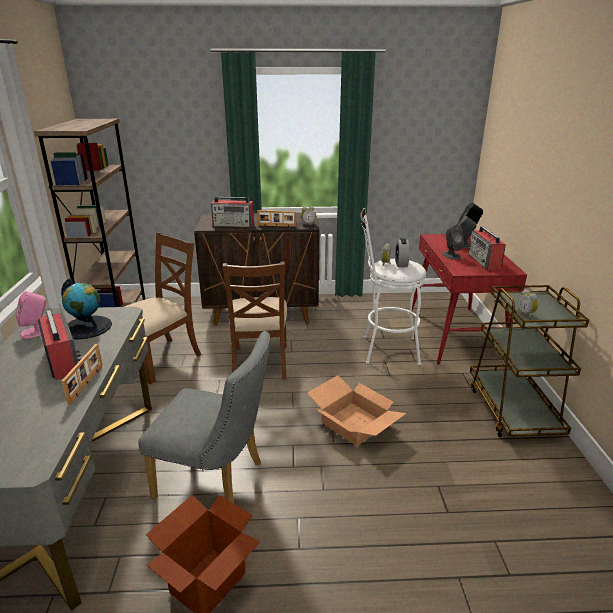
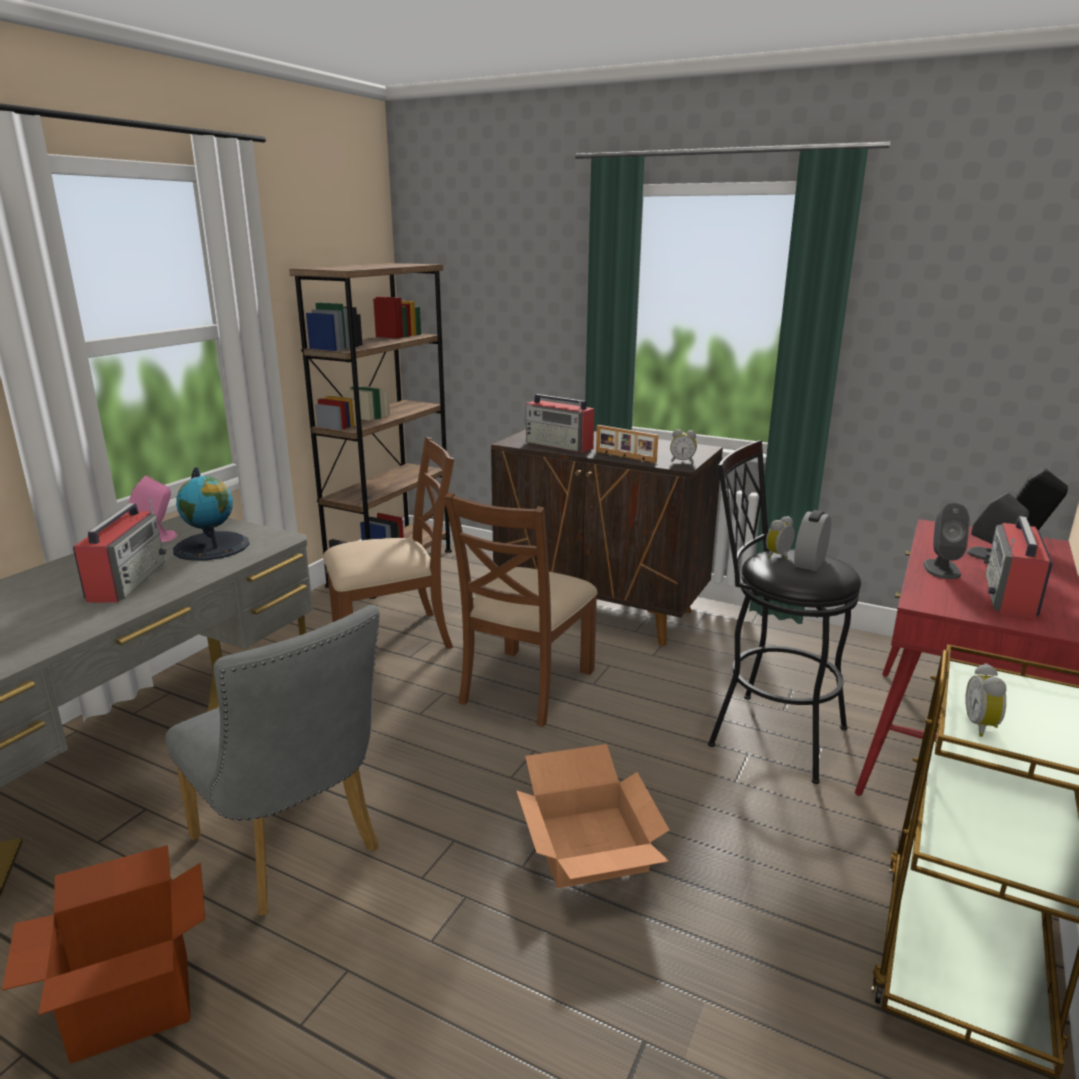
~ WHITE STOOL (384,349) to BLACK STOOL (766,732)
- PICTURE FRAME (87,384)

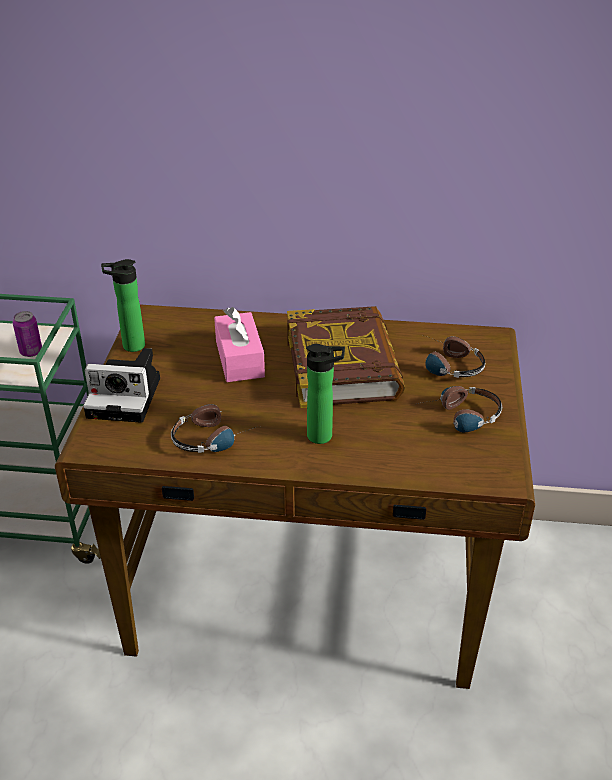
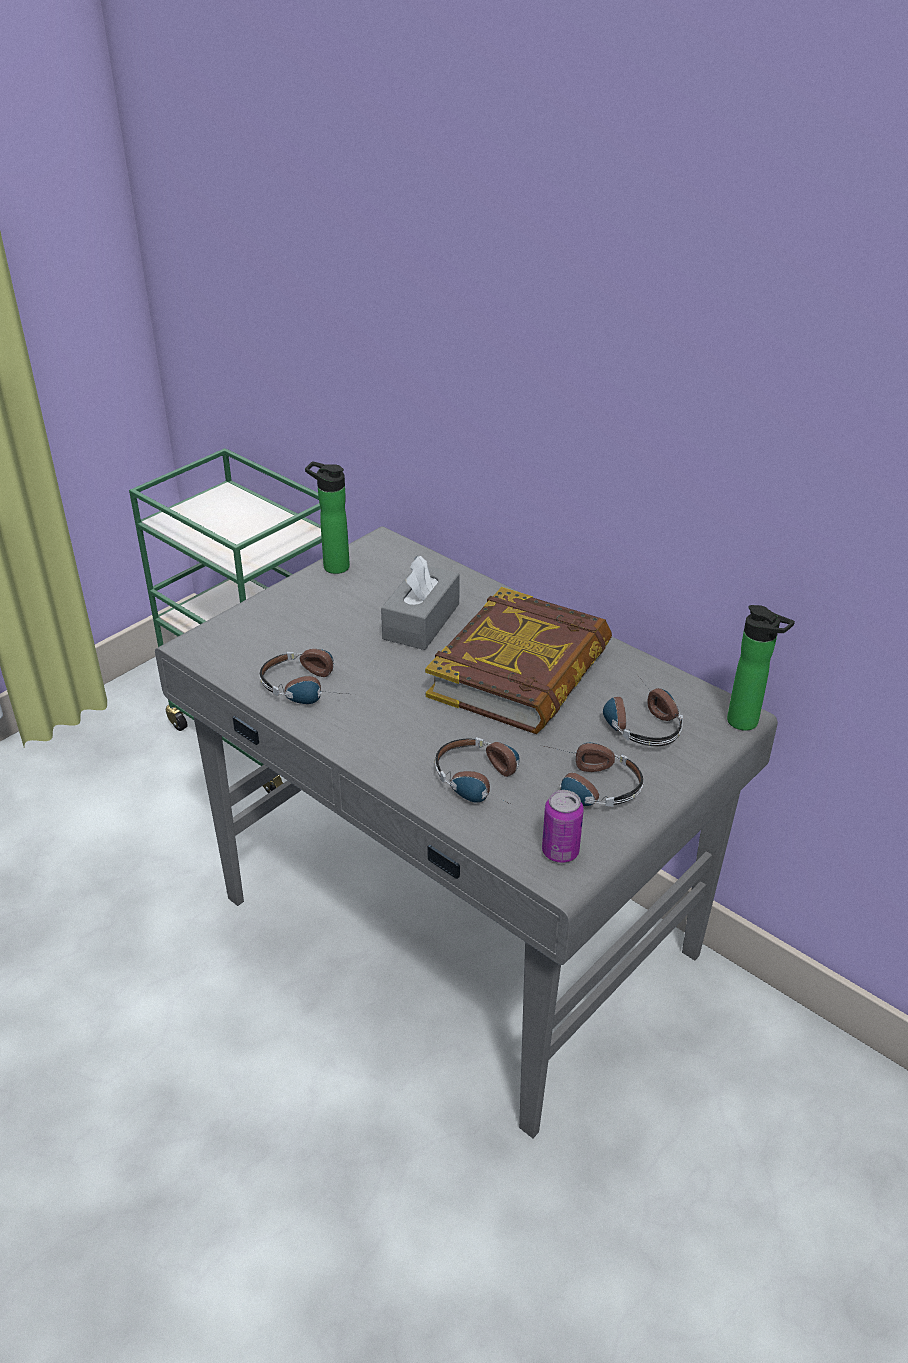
~ BROWN DESK (308,587) to GREY DESK (457,930)
~ PINK TISSUE BOX (239,359) to GREY TISSUE BOX (421,621)
+ HEADPHONES (486,783)
~ CAN (31,352) to (560,852)
~ BOTTLE (323,436) to (747,723)
- PHOTO CAMERA (127,397)

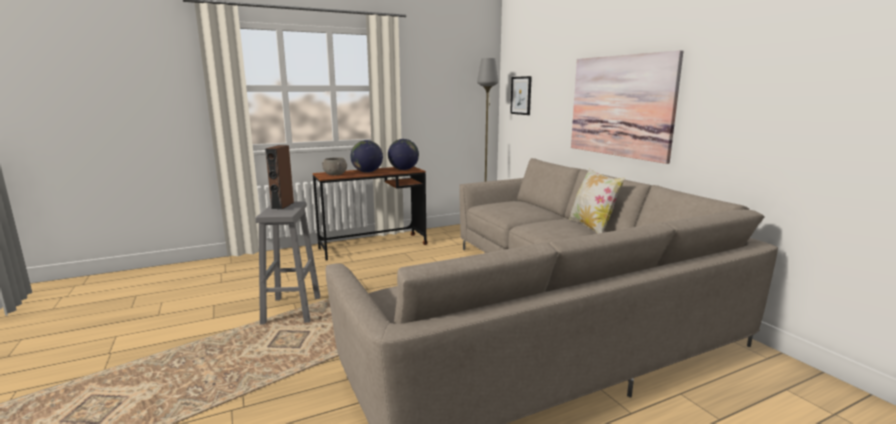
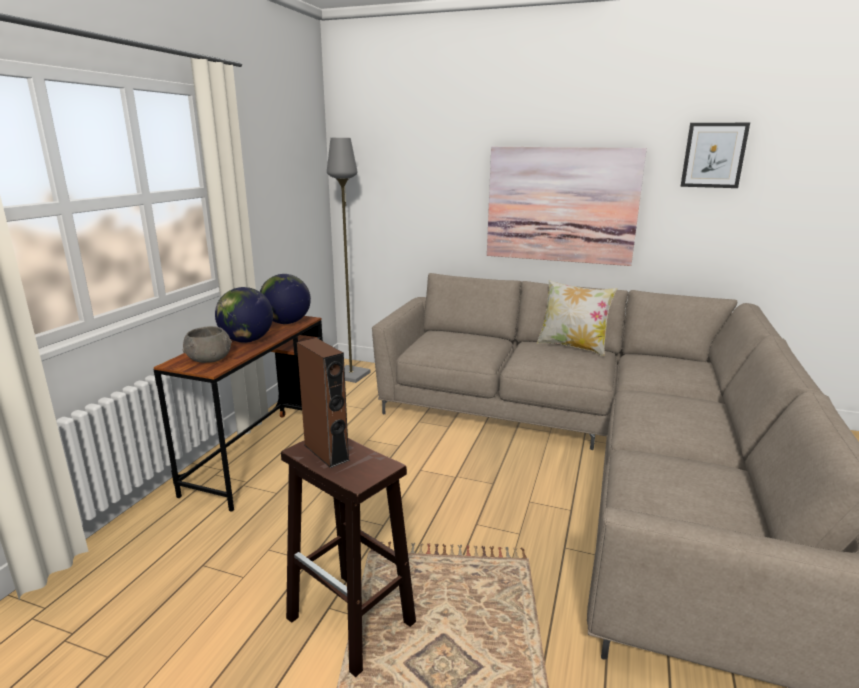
~ GREY STOOL (292,310) to BROWN STOOL (352,621)
~ PICTURE (521,95) to (713,155)

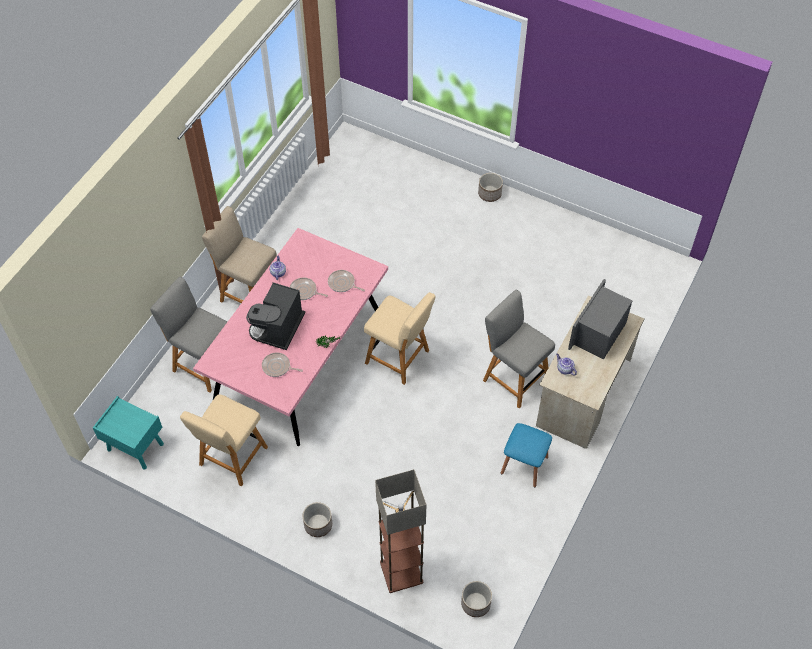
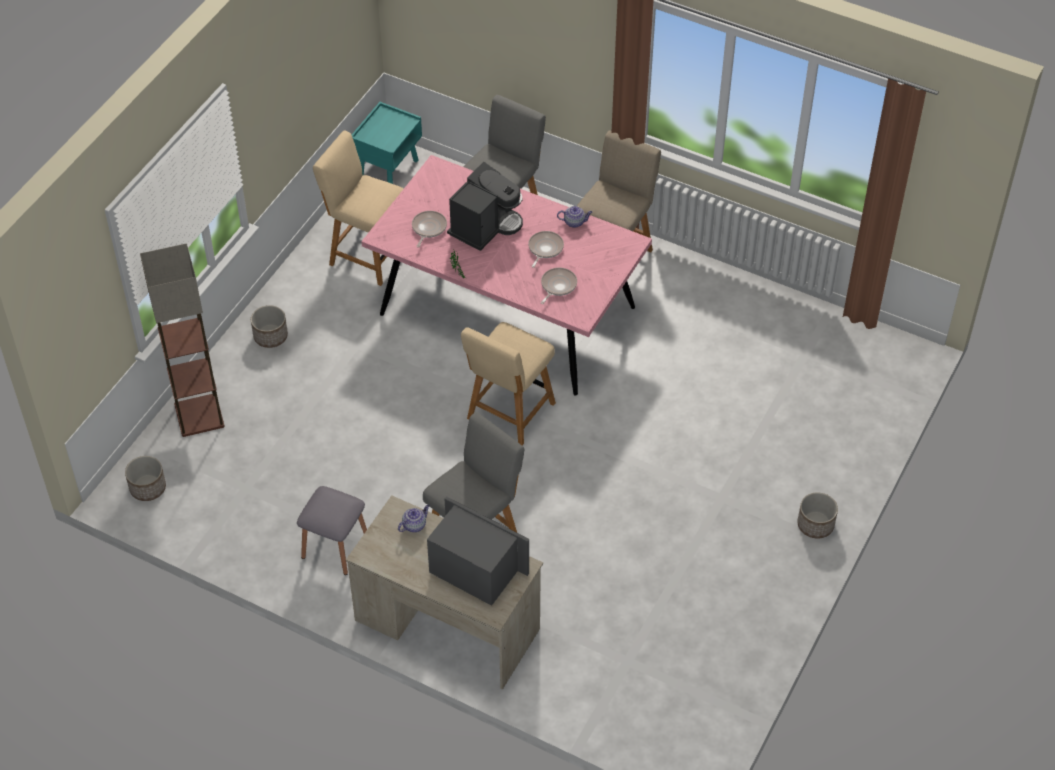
~ BLUE STOOL (524,465) to GREY STOOL (335,547)
~ COFFEE MACHINE (278,329) = (485,226) 105 degrees clockwise

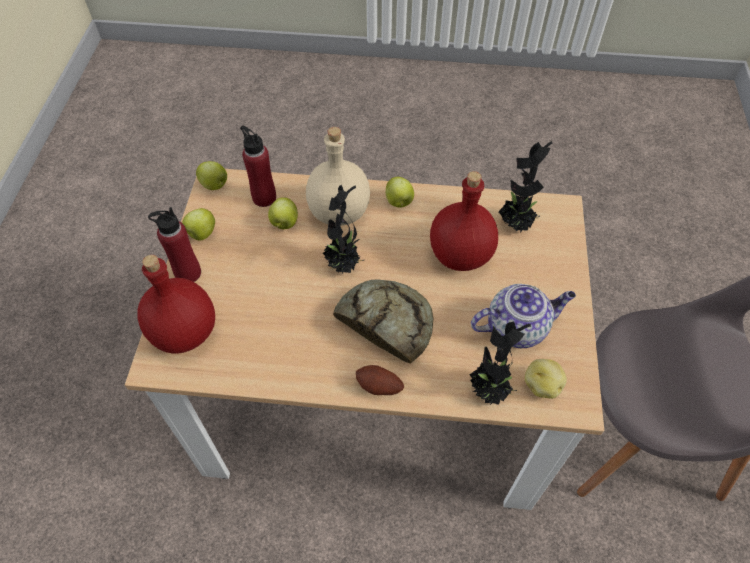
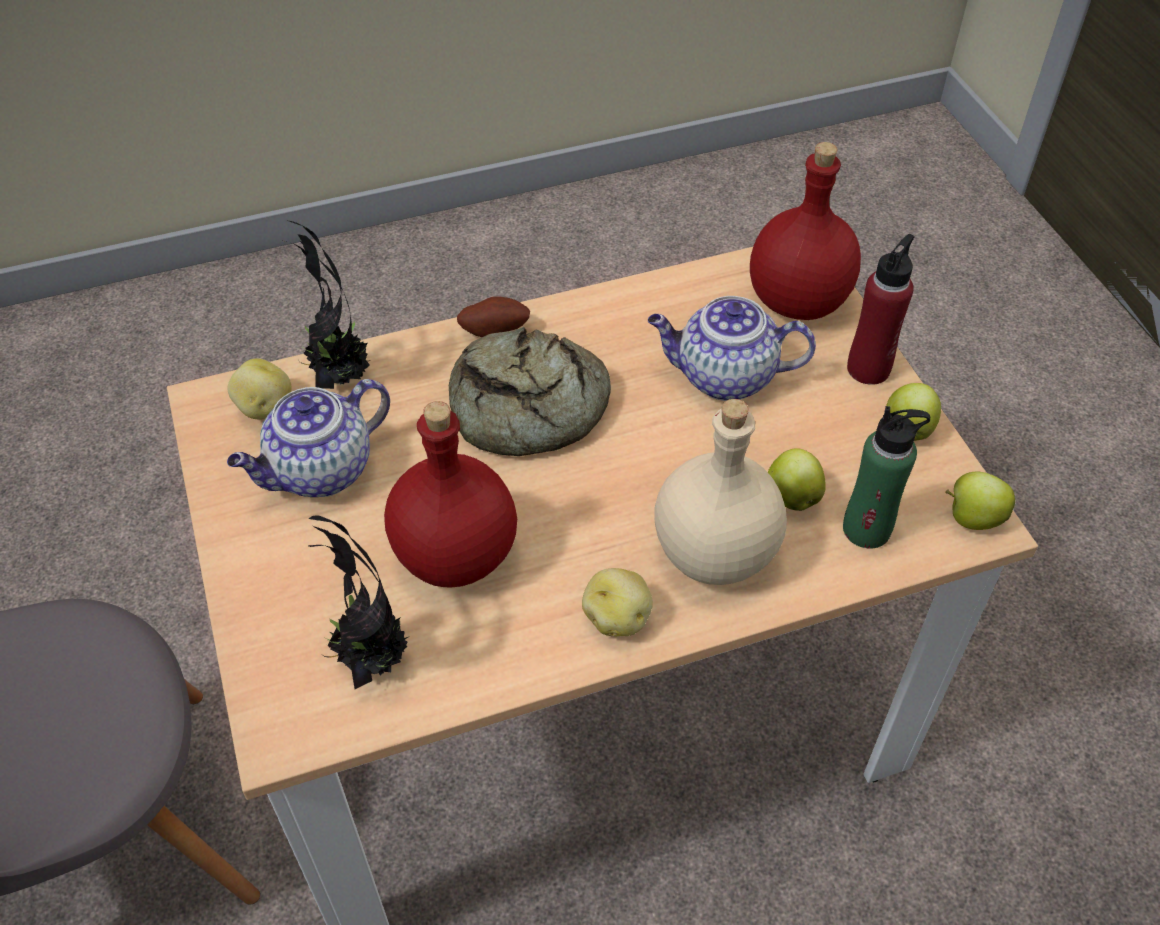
~ APPLE (399,202) to POTATO (617,617)
+ TEAPOT (723,377)
~ RED BOTTLE (264,197) to GREEN BOTTLE (867,529)
- POTTED PLANT (344,265)

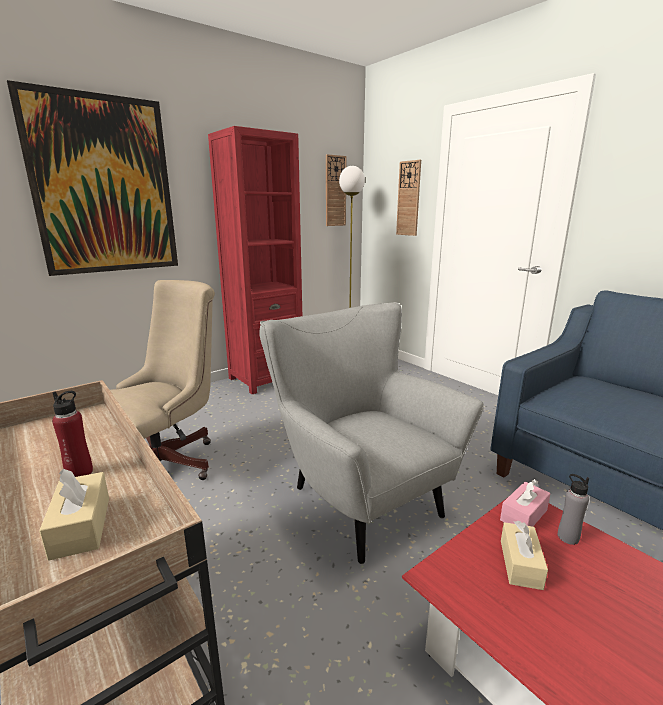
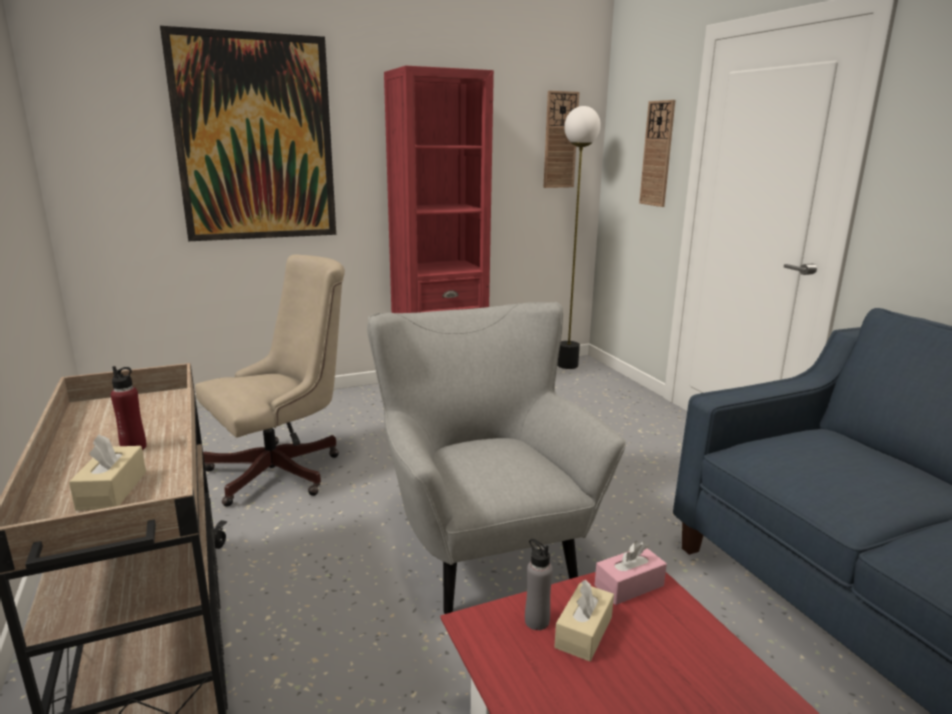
~ GREY BOTTLE (568,537) to (537,621)

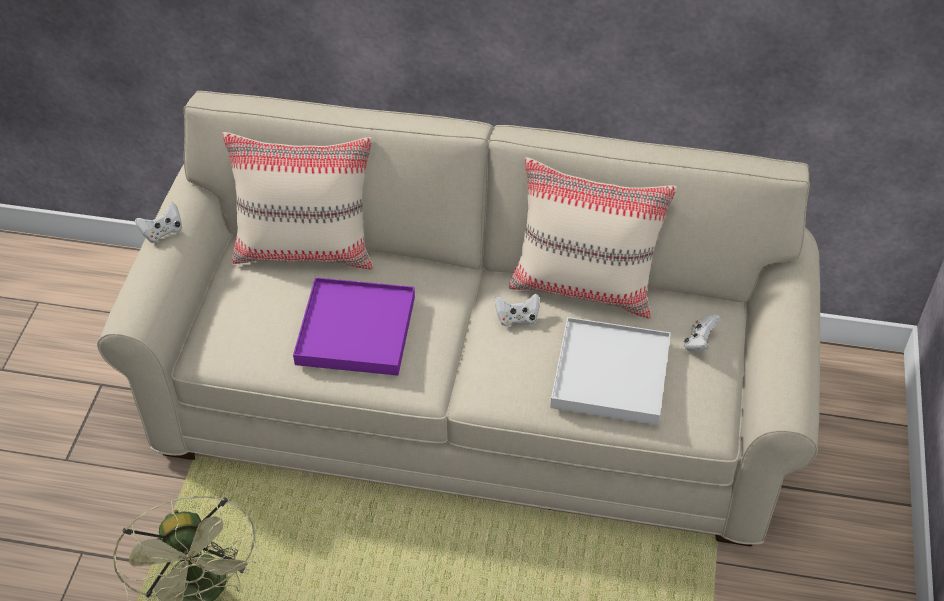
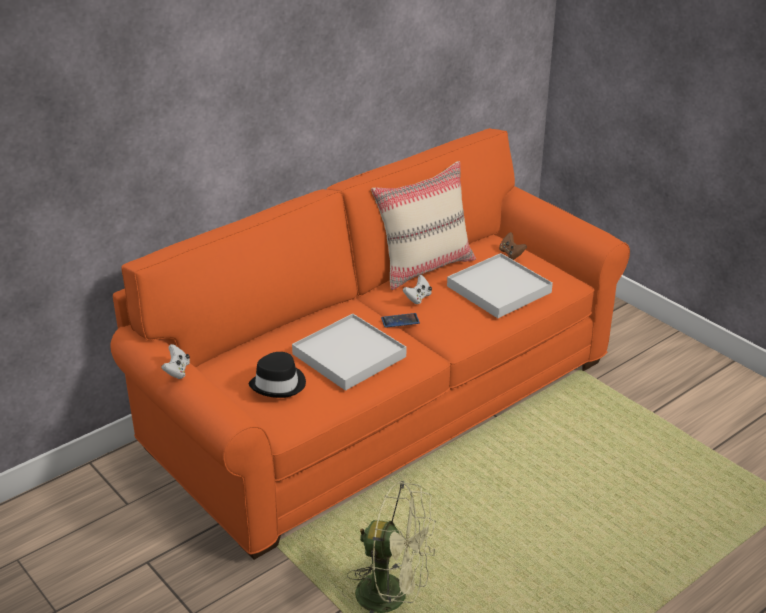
~ BEIGE SOFA (474,398) to ORANGE SOFA (383,402)
+ BLACK HAT (279,384)
~ PURPLE TRAY (355,330) to WHITE TRAY (349,355)
+ PHONE (400,321)
~ WHITE GAME CONTROLLER (699,342) to BROWN GAME CONTROLLER (511,254)
- BEIGE PILLOW (306,249)

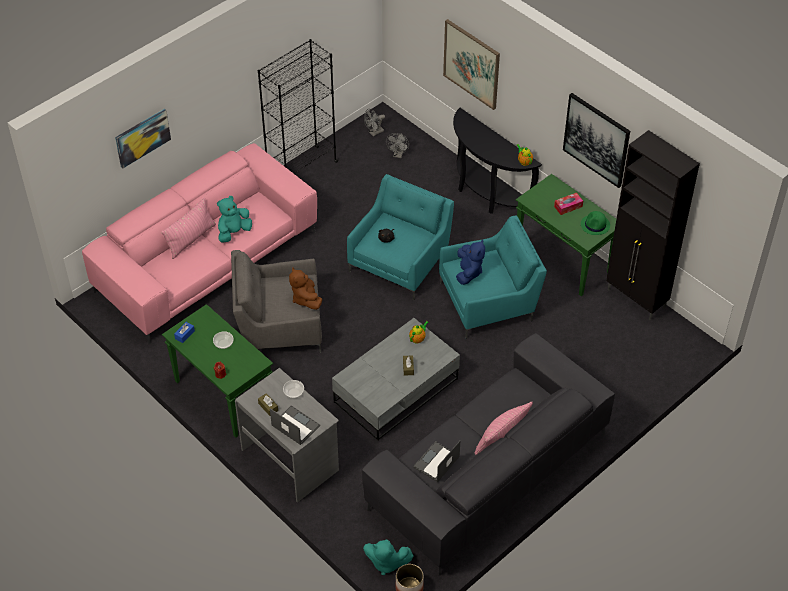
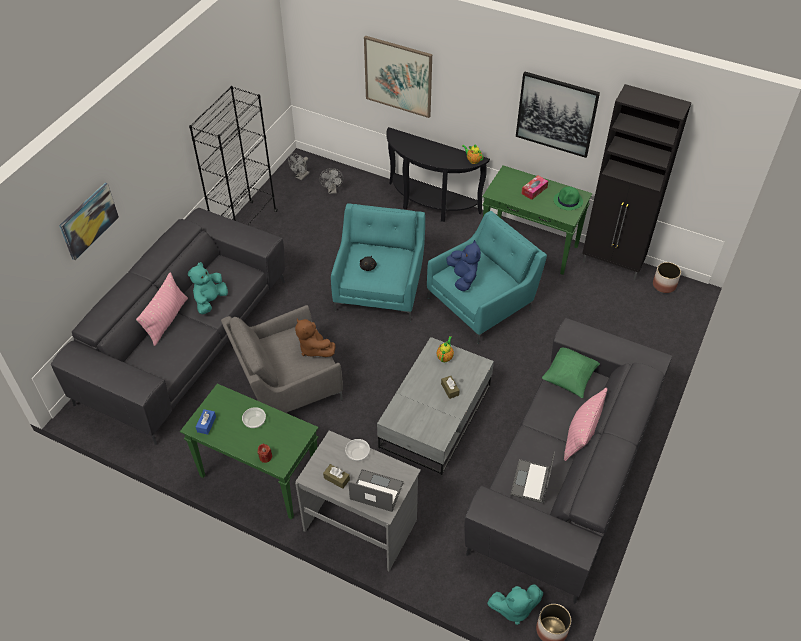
~ PINK SOFA (206,262) to GREY SOFA (185,340)
+ GREEN PILLOW (569,379)
+ PLANTER (664,285)

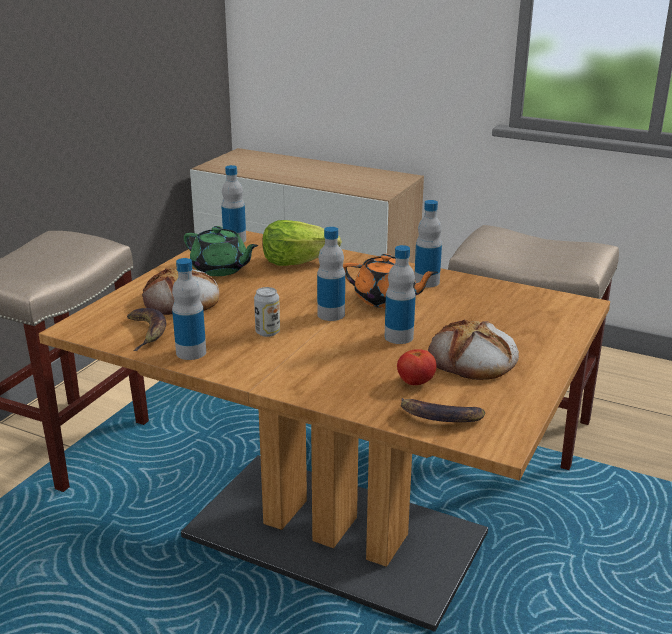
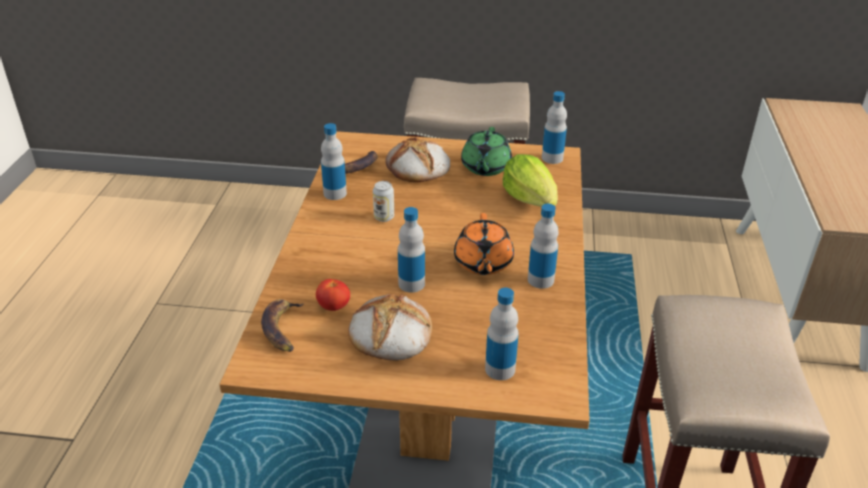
~ BOTTLE (331,314) to (500,369)

